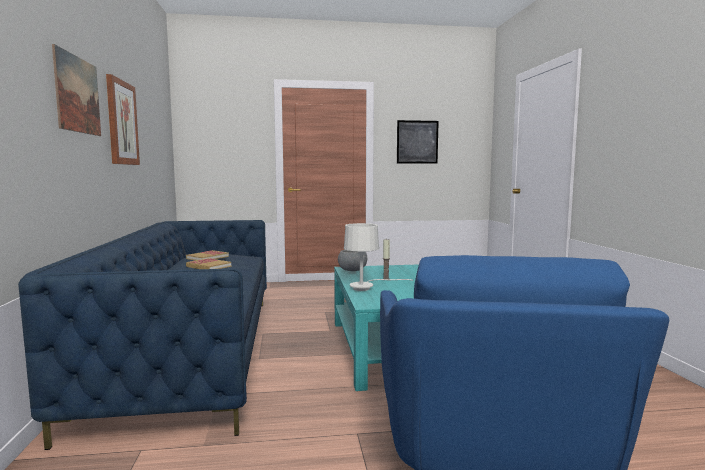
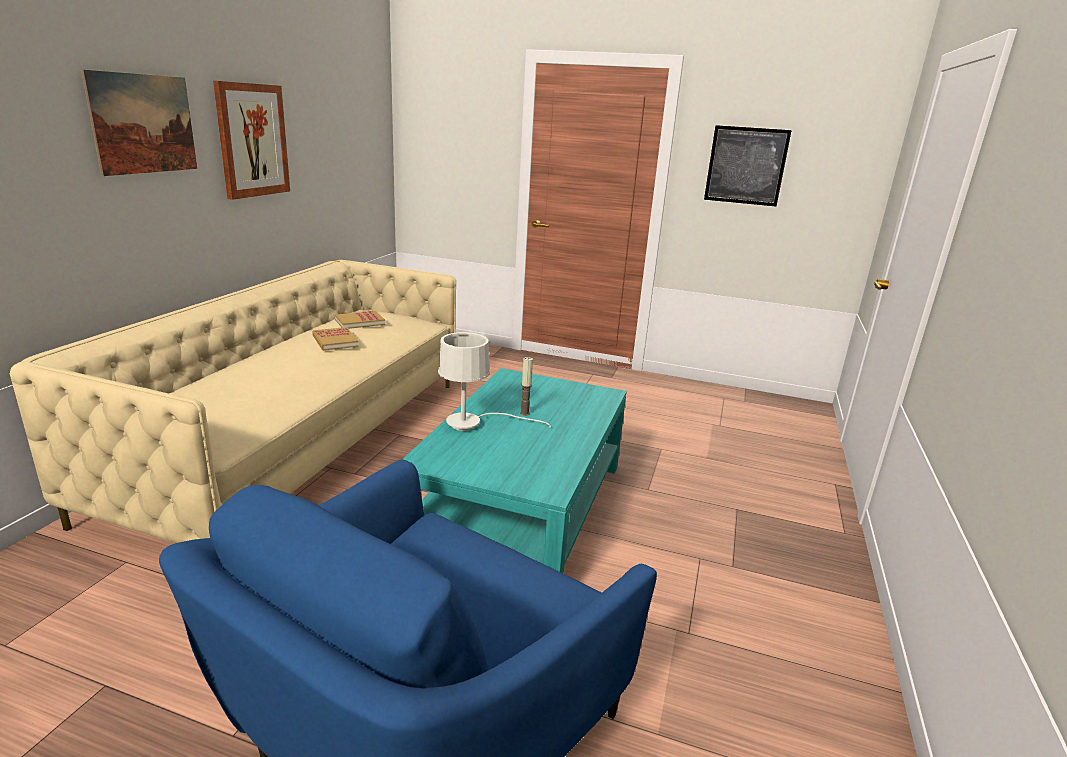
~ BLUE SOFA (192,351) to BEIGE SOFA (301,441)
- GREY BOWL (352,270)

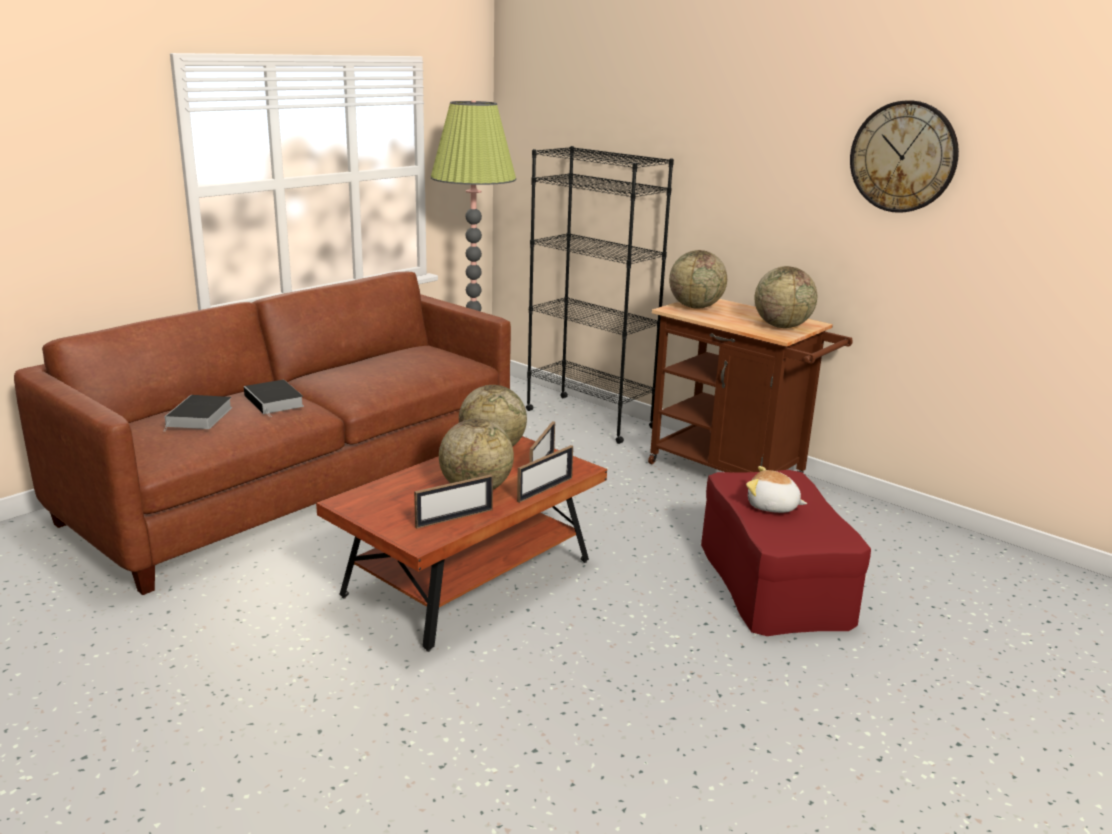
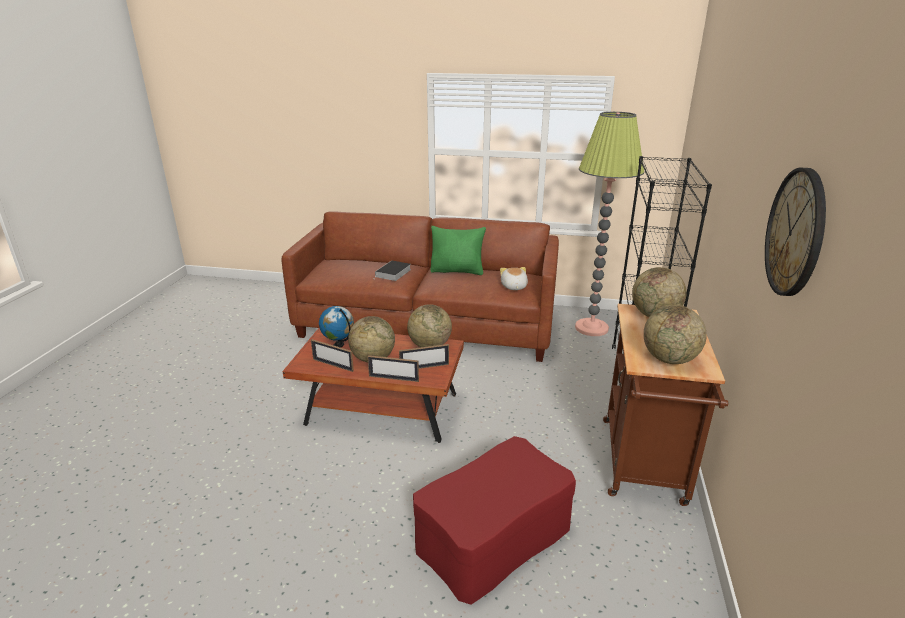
+ GLOBE (339,345)
+ GREEN PILLOW (457,271)
~ PLUSH TOY (772,507) to (513,287)
- BOOK (199,417)

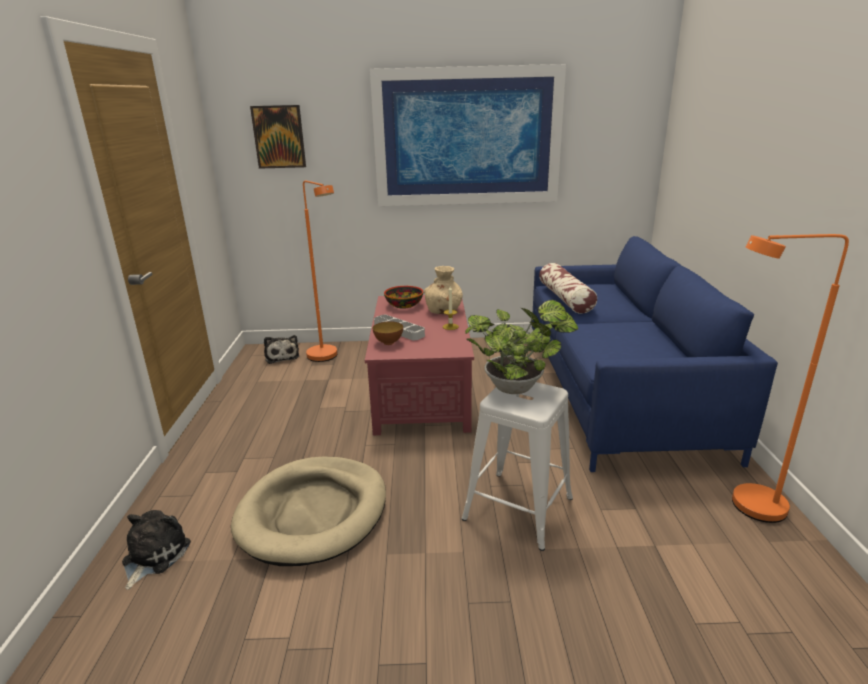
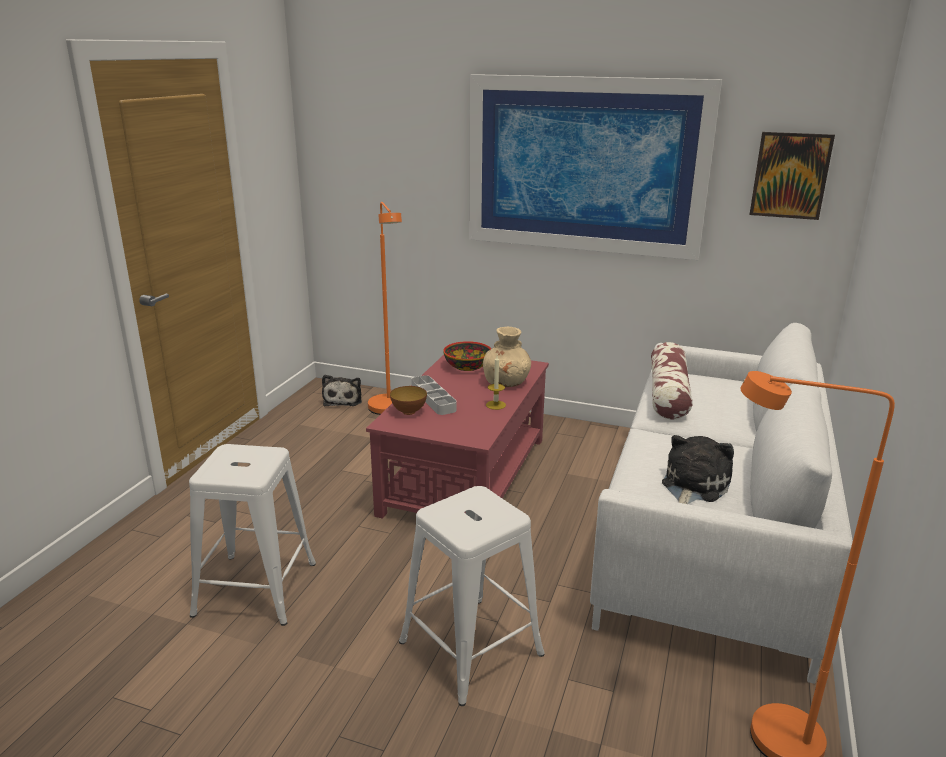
~ BEIGE DOG BED (313,513) to WHITE STOOL (256,588)
~ BLUE SOFA (618,393) to WHITE SOFA (711,536)
~ PLUSH TOY (153,556) to (693,485)
~ PICTURE (279,137) to (790,175)
- POTTED PLANT (517,387)

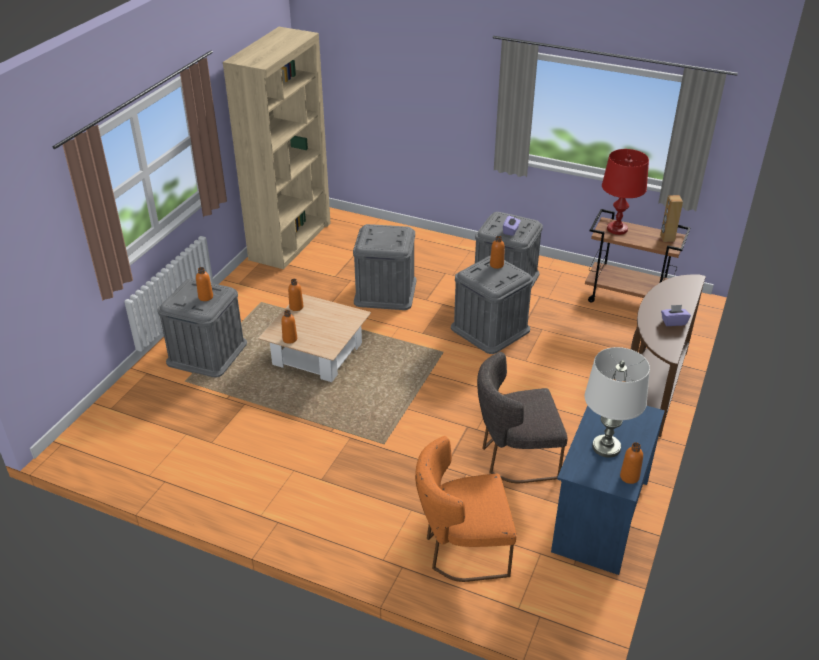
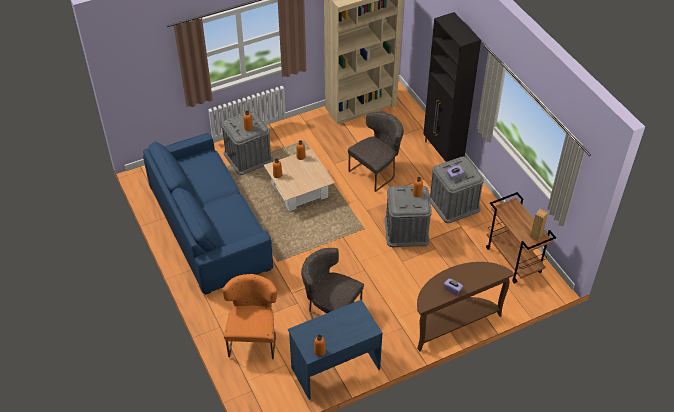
+ BLUE SOFA (209,227)
~ ORANGE CHAIR (461,550) = (253,338) 60 degrees clockwise
~ GREY STORAGE BOX (385,291) to GREY CHAIR (376,171)
+ BLACK CABINET (443,152)
- WHITE TABLE LAMP (606,447)
- RED TABLE LAMP (617,229)

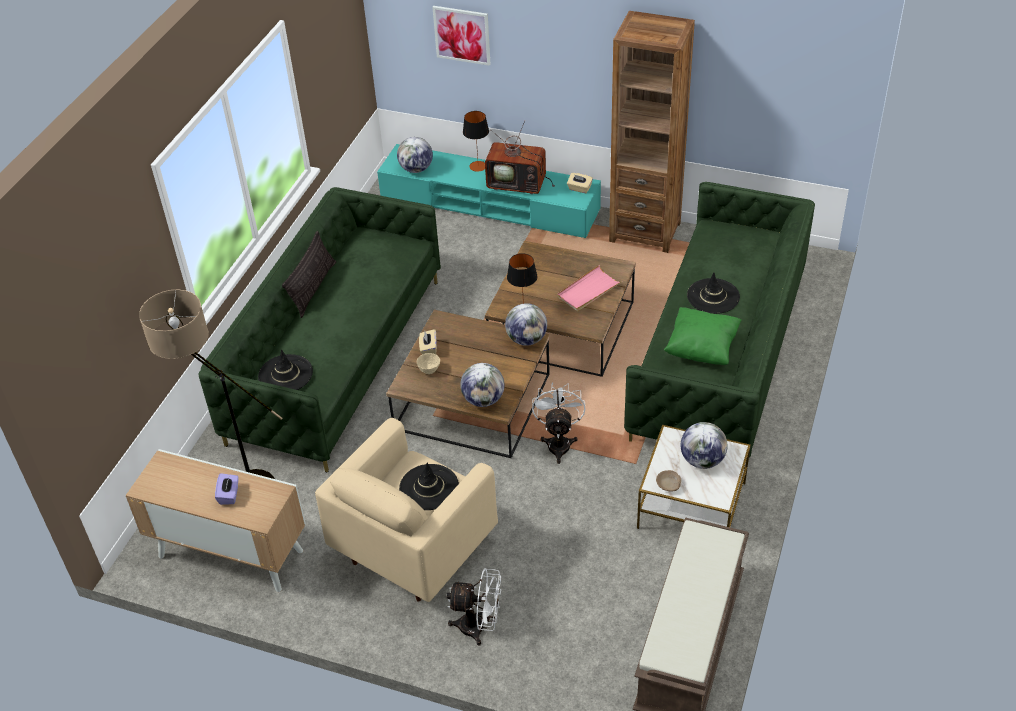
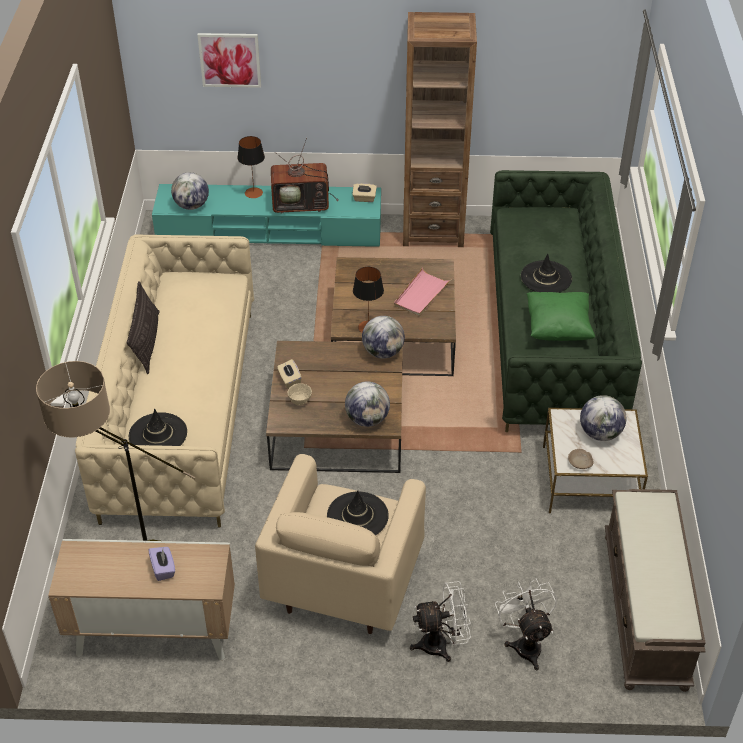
~ GREEN SOFA (337,358) to BEIGE SOFA (180,410)
~ WHITE FAN (559,442) to (525,643)

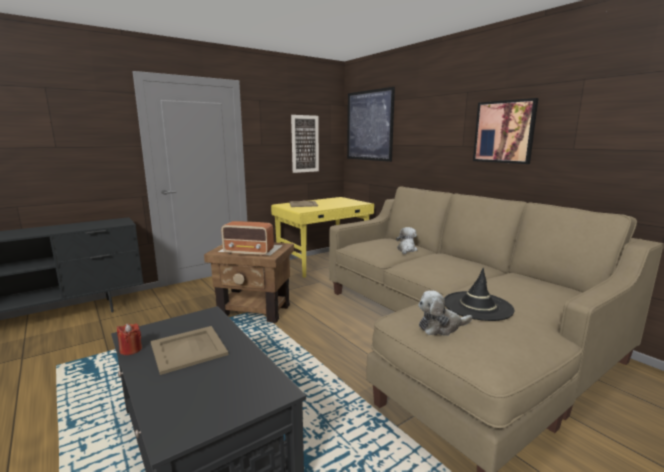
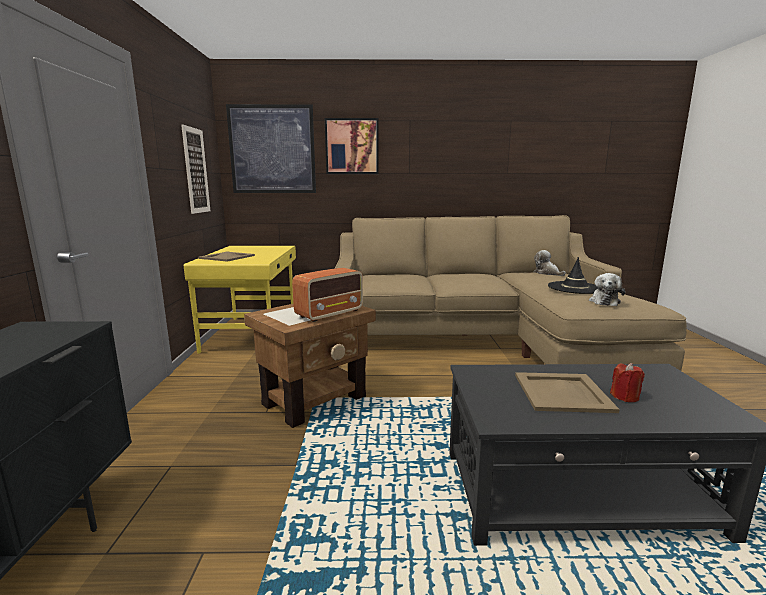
~ PICTURE (504,132) to (352,146)
~ PLUSH TOY (406,250) to (547,273)
~ RED CANDLE (131,350) to (625,396)

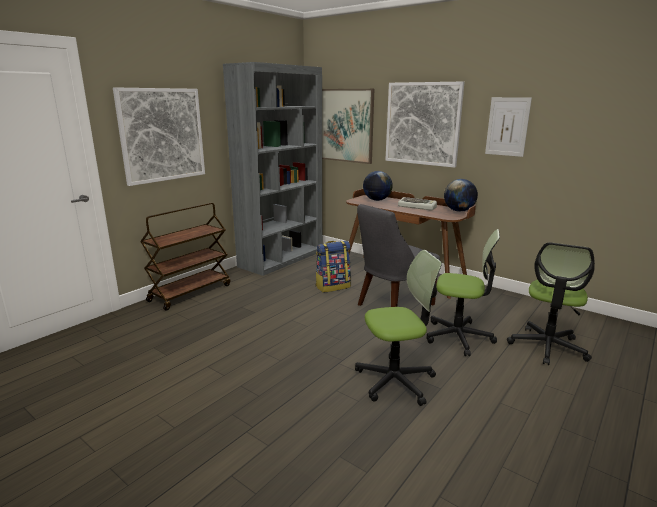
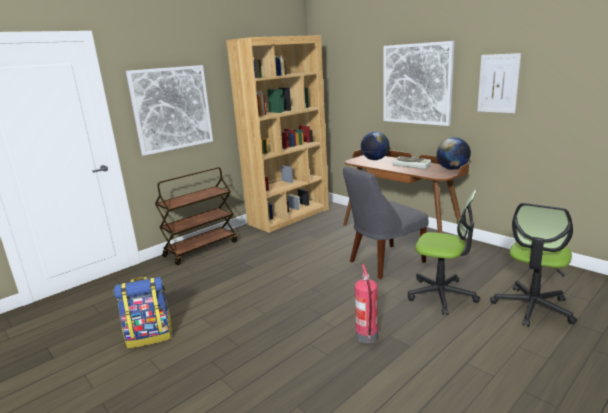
~ BACKPACK (333,286) to (150,336)
~ GREY BOOKCASE (281,259) to BROWN BOOKCASE (289,216)
~ OFFICE CHAIR (395,381) to FIRE EXTINGUISHER (367,337)
- PICTURE (343,125)

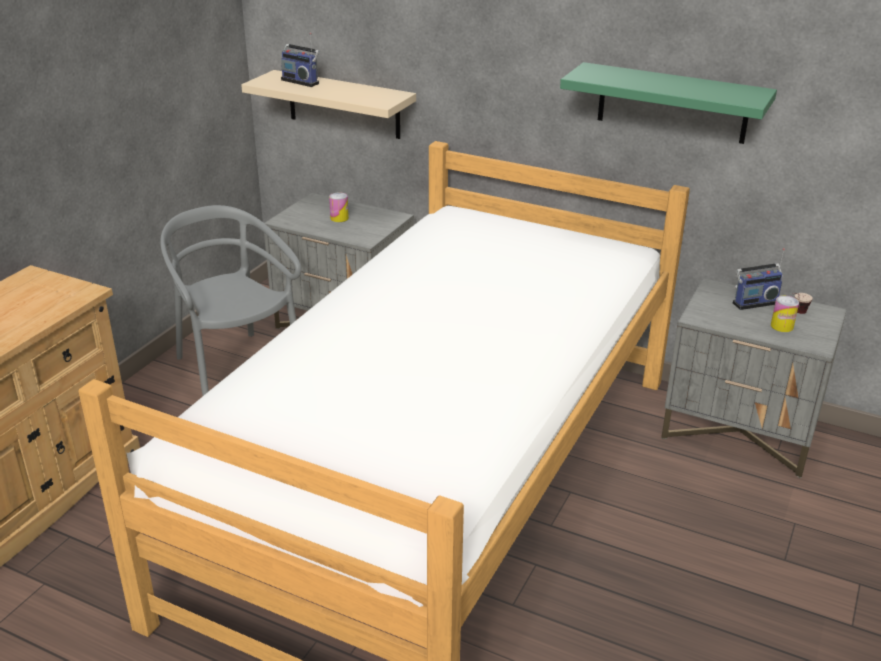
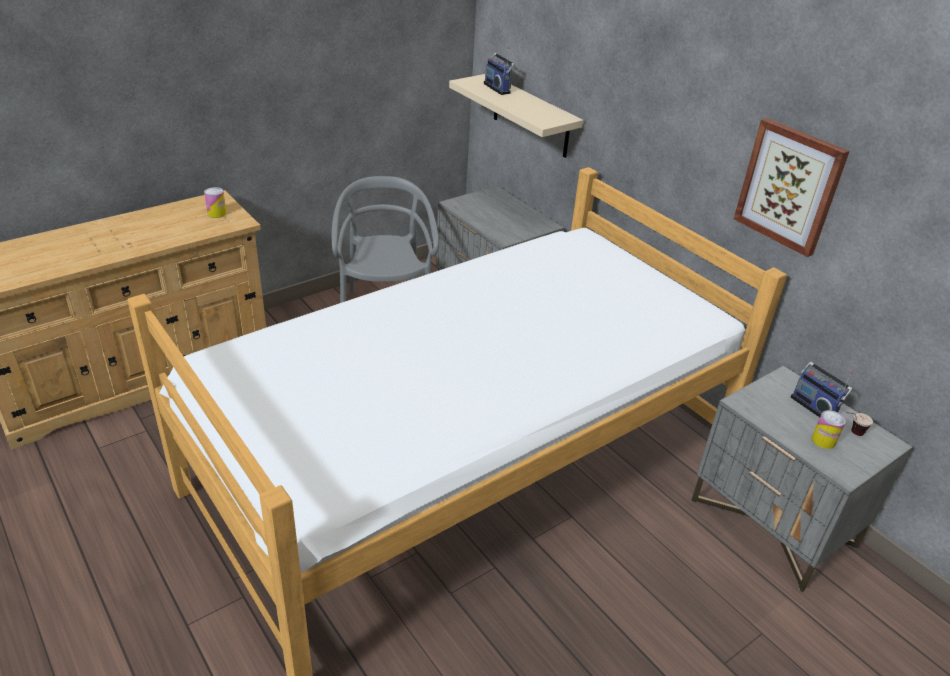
~ CAN (339,218) to (217,213)
~ GREEN SHELF (672,103) to PICTURE (790,186)
~ RADIO (754,302) = (815,406) 45 degrees clockwise

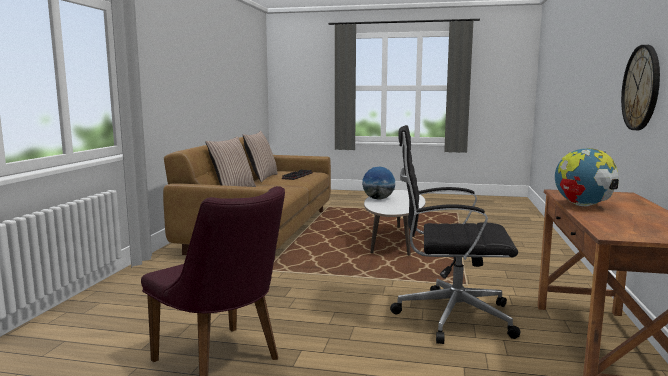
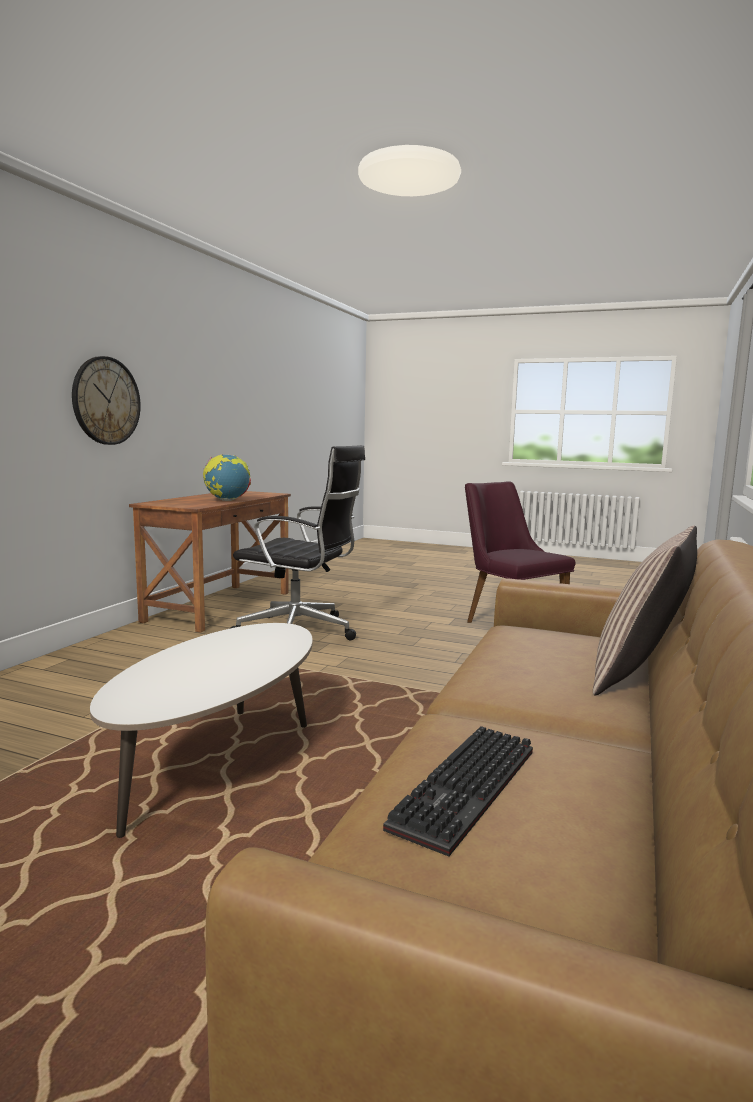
- PILLOW (261,177)
- GLOBE (378,199)

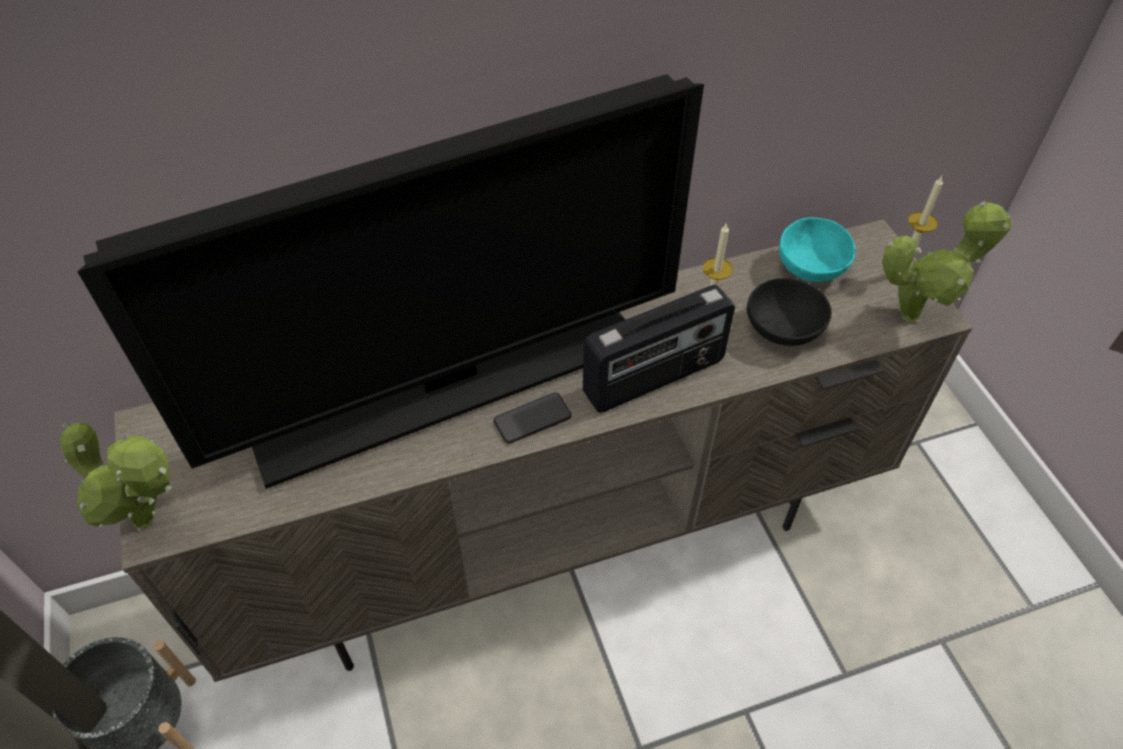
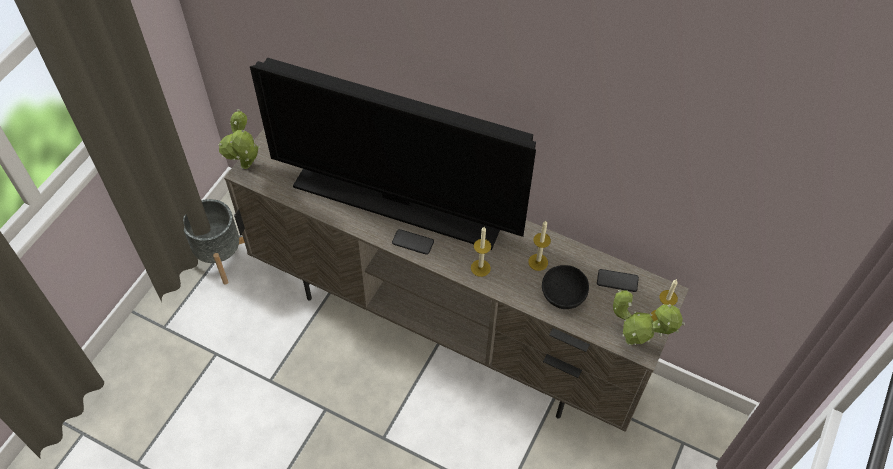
~ RADIO (655,378) to CANDLE (480,268)
~ TURQUOISE BOWL (812,267) to PHONE (617,281)

